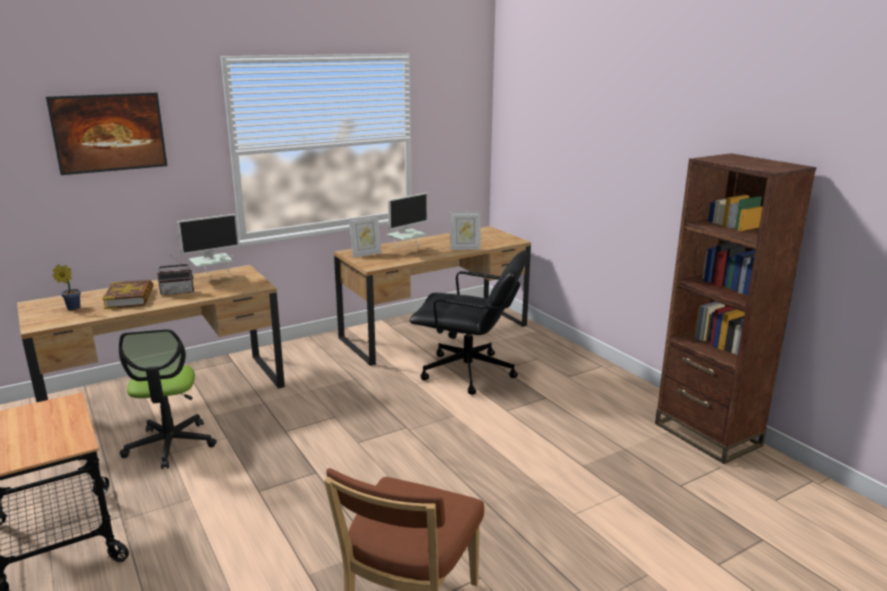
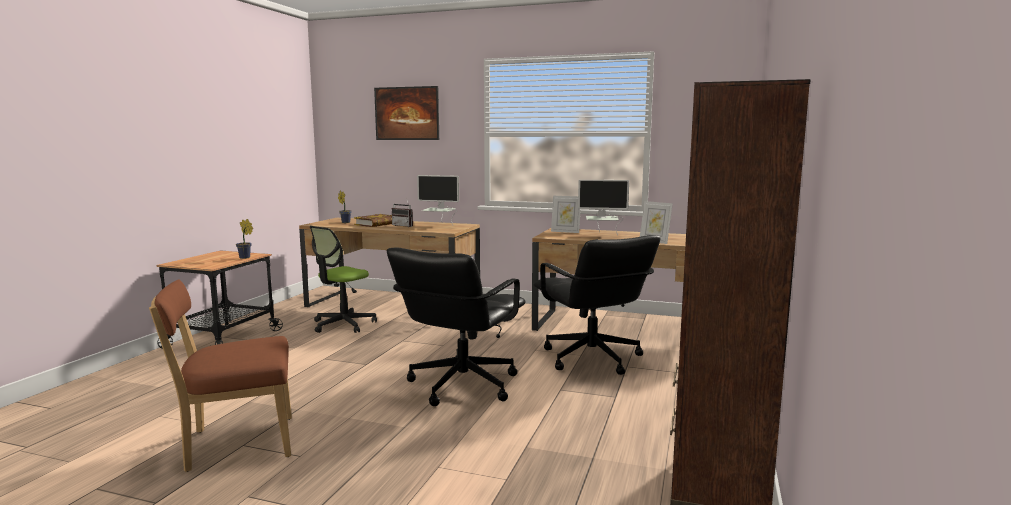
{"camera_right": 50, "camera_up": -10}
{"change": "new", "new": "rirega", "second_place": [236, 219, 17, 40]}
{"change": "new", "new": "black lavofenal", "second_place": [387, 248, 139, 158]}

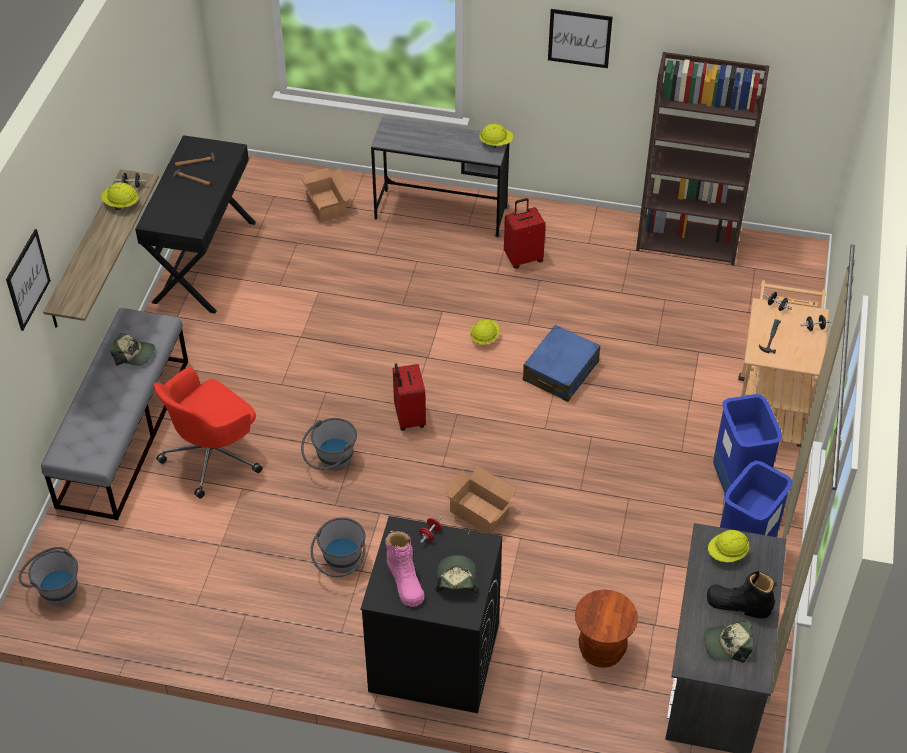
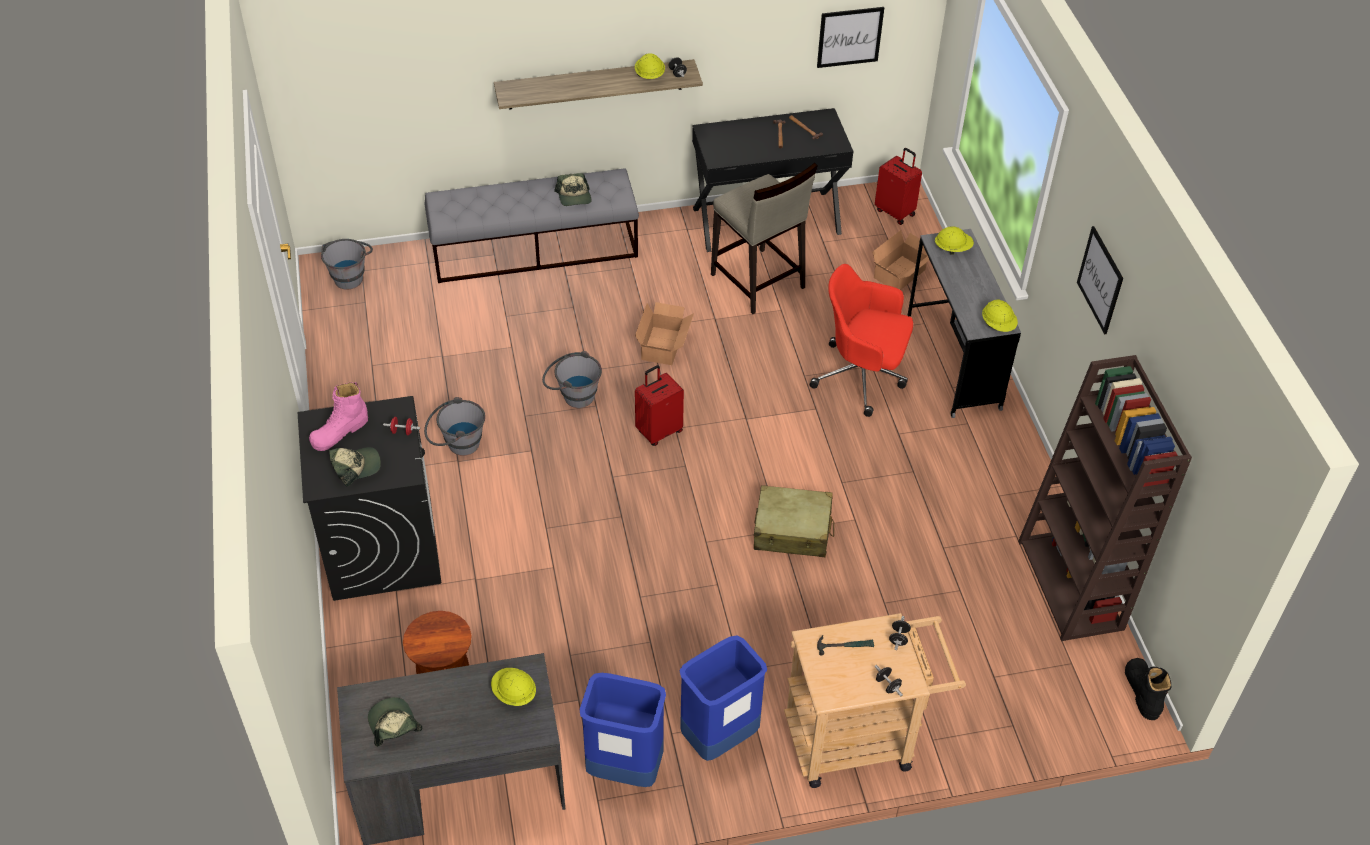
{"camera_right": 65, "camera_up": 0}
{"change": "new", "new": "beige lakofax", "second_place": [711, 163, 107, 151]}
{"change": "shifted", "old": "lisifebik", "first_place": [6, 229, 45, 102], "second_place": [817, 7, 67, 61]}
{"change": "shifted", "old": "red lavofenal", "first_place": [153, 367, 110, 132], "second_place": [810, 264, 103, 153]}
{"change": "shifted", "old": "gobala", "first_place": [444, 466, 72, 68], "second_place": [635, 302, 59, 63]}
{"change": "shifted", "old": "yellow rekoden", "first_place": [470, 319, 30, 25], "second_place": [935, 226, 39, 28]}
{"change": "shifted", "old": "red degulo", "first_place": [504, 198, 42, 71], "second_place": [875, 148, 47, 77]}
{"change": "shifted", "old": "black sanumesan", "first_place": [707, 571, 70, 47], "second_place": [1125, 658, 46, 62]}
{"change": "repainted", "old": "blue degulo", "new": "beige degulo", "first_place": [523, 325, 77, 77], "second_place": [754, 485, 80, 72]}

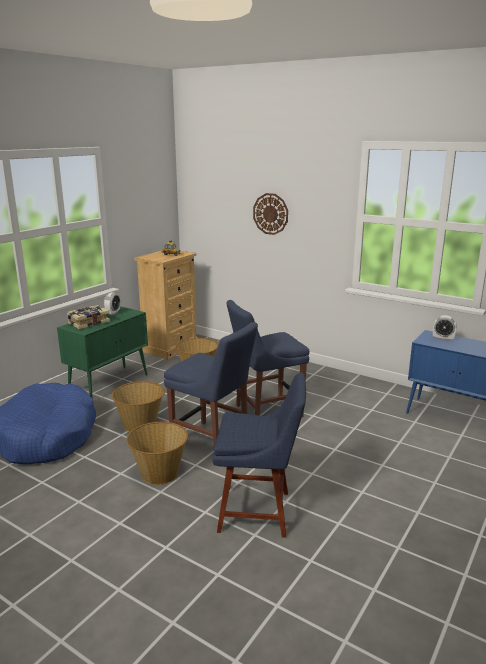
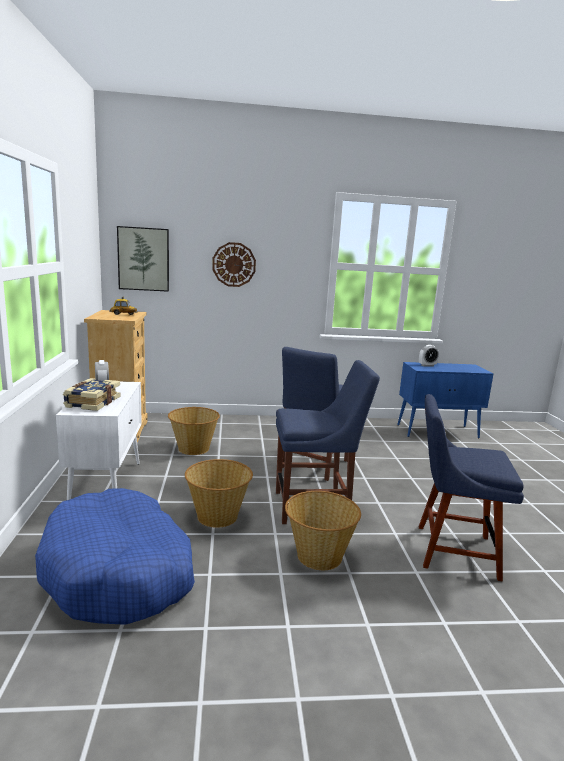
{"camera_right": -40, "camera_up": -5}
{"change": "new", "new": "lisifebik", "second_place": [117, 226, 52, 66]}
{"change": "repainted", "old": "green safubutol", "new": "white safubutol", "first_place": [57, 306, 91, 93], "second_place": [56, 381, 86, 119]}
{"change": "rotated", "old": "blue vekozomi", "first_place": [212, 373, 94, 165], "second_place": [419, 394, 105, 188], "degrees": -135}

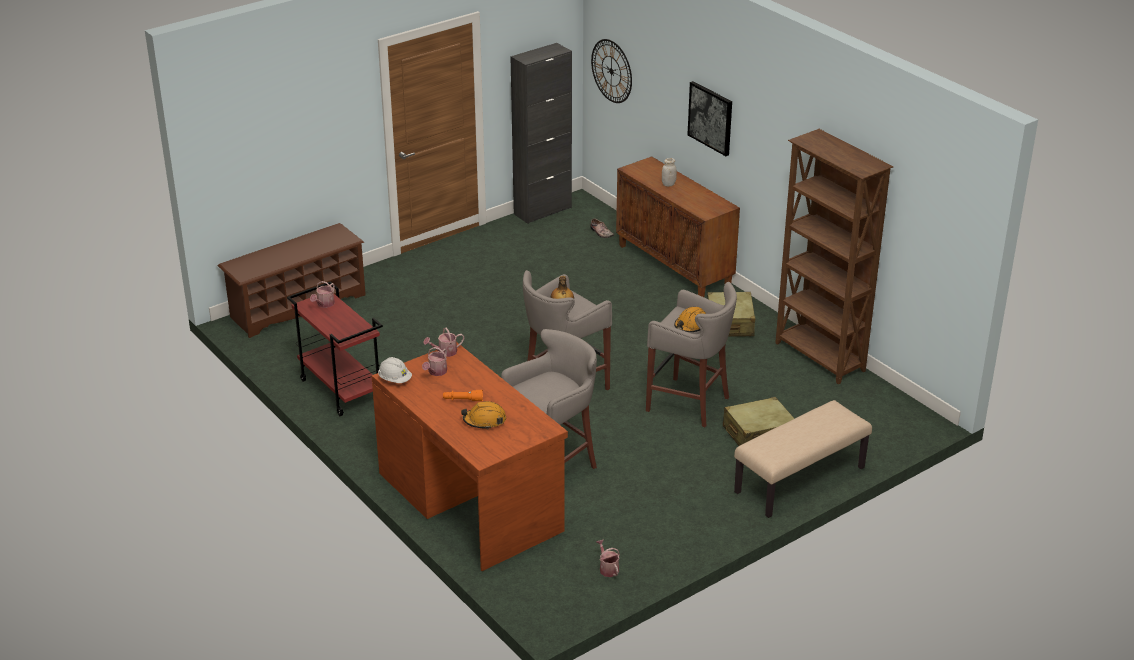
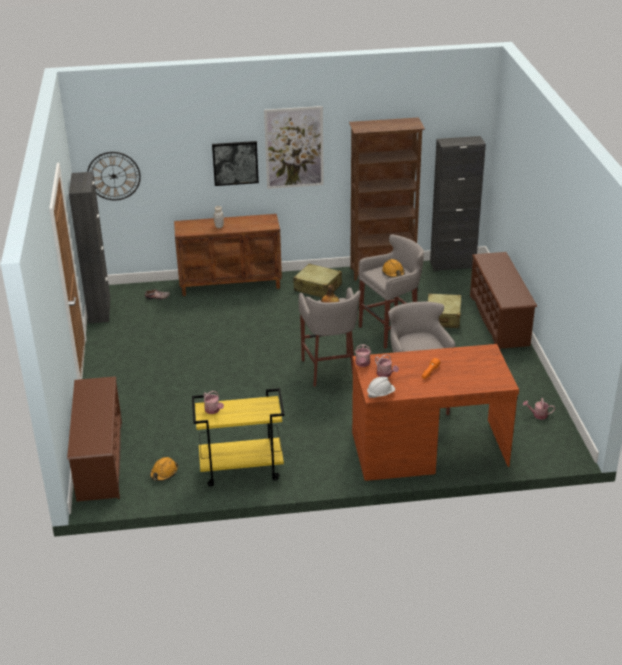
{"camera_right": -60, "camera_up": 0}
{"change": "new", "new": "lisifebik", "second_place": [264, 106, 60, 83]}
{"change": "new", "new": "black safubutol", "second_place": [430, 136, 56, 135]}
{"change": "shifted", "old": "orange rekoden", "first_place": [461, 401, 45, 29], "second_place": [150, 457, 28, 24]}
{"change": "swapped", "old": "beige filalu", "new": "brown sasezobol", "first_place": [734, 400, 138, 118], "second_place": [470, 252, 67, 97]}
{"change": "repainted", "old": "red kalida", "new": "yellow kalida", "first_place": [287, 281, 96, 135], "second_place": [192, 388, 93, 99]}

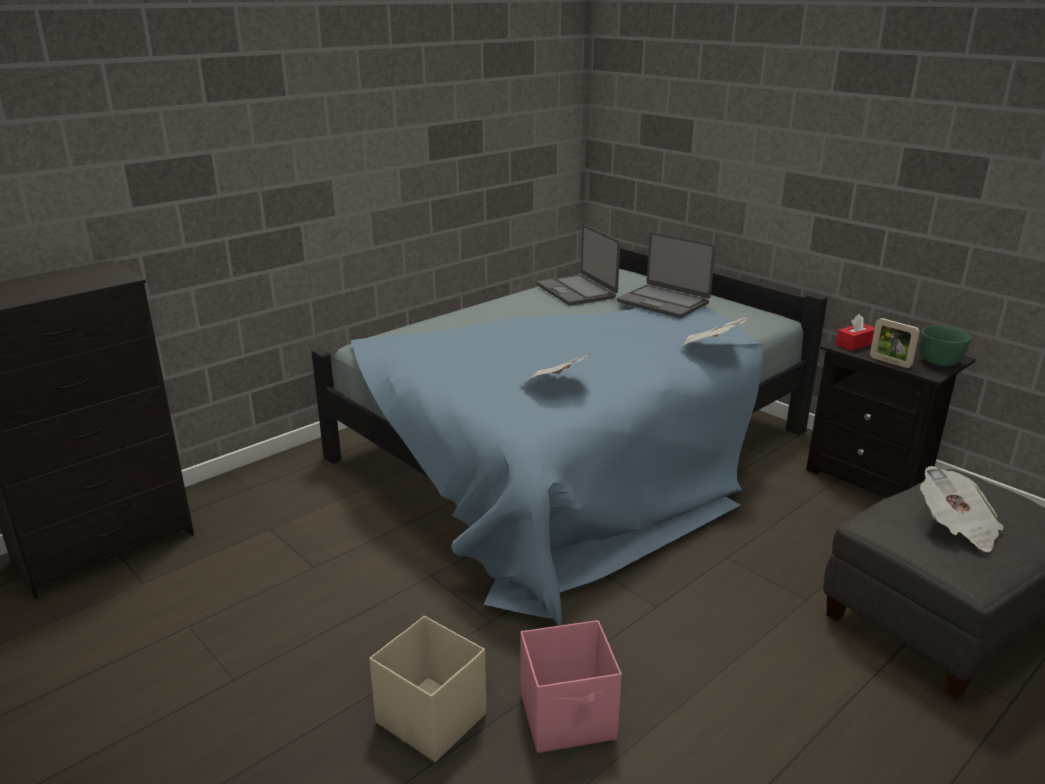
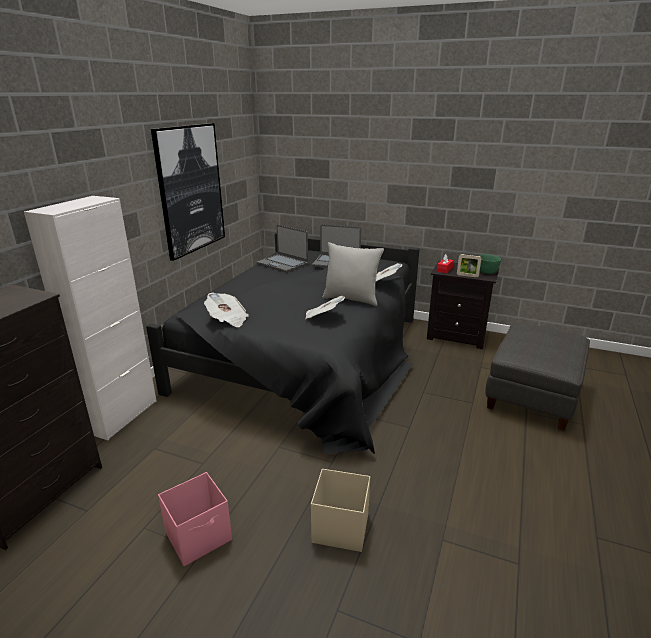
{"camera_right": -25, "camera_up": 0}
{"change": "new", "new": "white safubutol", "second_place": [24, 196, 133, 244]}
{"change": "new", "new": "lisifebik", "second_place": [151, 123, 74, 138]}
{"change": "new", "new": "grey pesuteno", "second_place": [322, 242, 62, 64]}
{"change": "shifted", "old": "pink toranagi", "first_place": [521, 620, 101, 133], "second_place": [158, 472, 74, 94]}
{"change": "shifted", "old": "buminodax", "first_place": [920, 466, 84, 87], "second_place": [204, 293, 45, 34]}
{"change": "repainted", "old": "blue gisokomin", "new": "black gisokomin", "first_place": [312, 247, 516, 379], "second_place": [146, 233, 273, 221]}

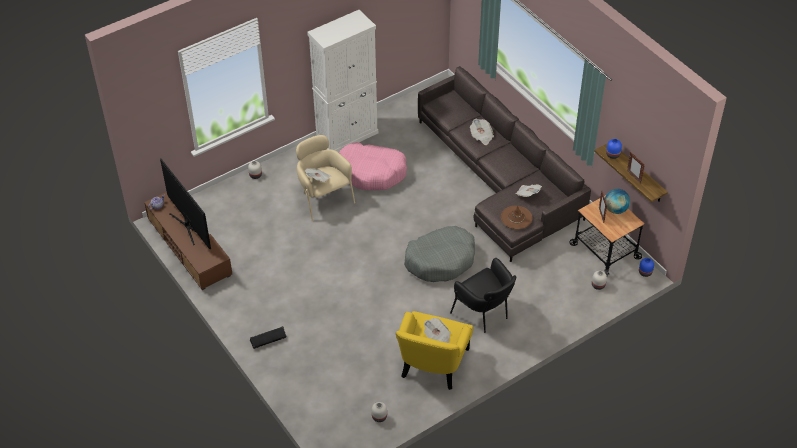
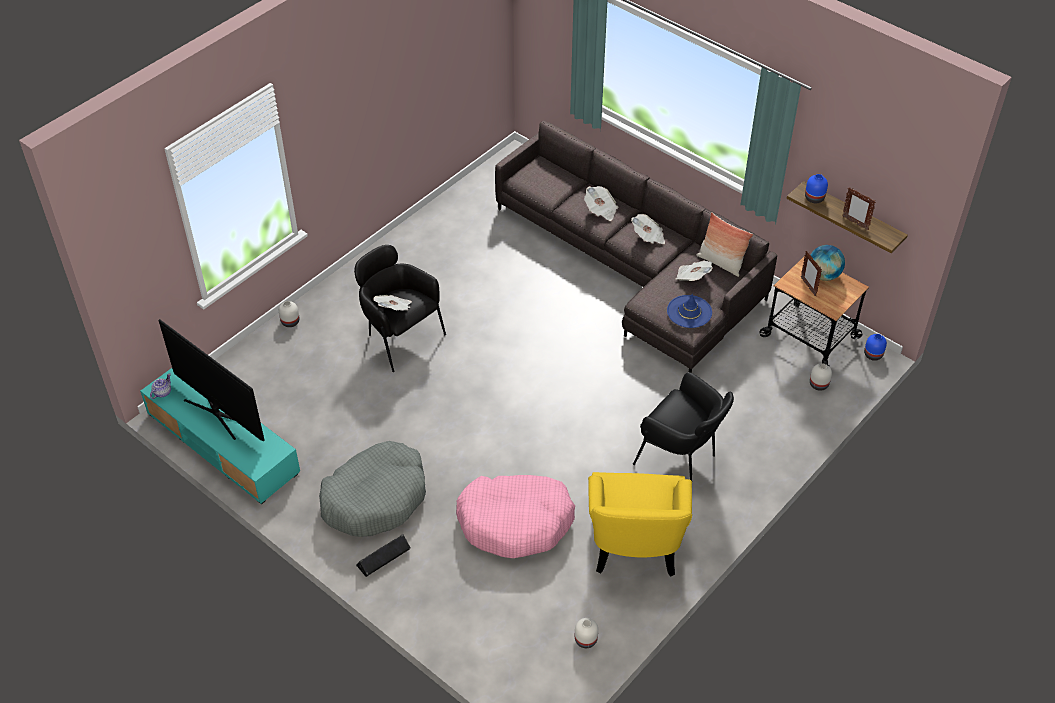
{"camera_right": -15, "camera_up": 0}
{"change": "gone", "old": "white safubutol", "first_place": [307, 10, 71, 142]}
{"change": "new", "new": "pesuteno", "second_place": [697, 212, 56, 65]}
{"change": "shifted", "old": "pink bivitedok", "first_place": [339, 142, 68, 48], "second_place": [456, 475, 119, 83]}
{"change": "shifted", "old": "grey bivitedok", "first_place": [404, 226, 71, 56], "second_place": [319, 441, 107, 96]}
{"change": "shifted", "old": "buminodax", "first_place": [424, 318, 27, 25], "second_place": [631, 214, 34, 30]}
{"change": "repainted", "old": "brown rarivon", "new": "turquoise rarivon", "first_place": [144, 192, 88, 98], "second_place": [140, 368, 160, 137]}
{"change": "repainted", "old": "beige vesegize", "new": "black vesegize", "first_place": [296, 135, 59, 87], "second_place": [354, 245, 92, 127]}
{"change": "repainted", "old": "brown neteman", "new": "blue neteman", "first_place": [501, 206, 32, 23], "second_place": [667, 294, 45, 34]}

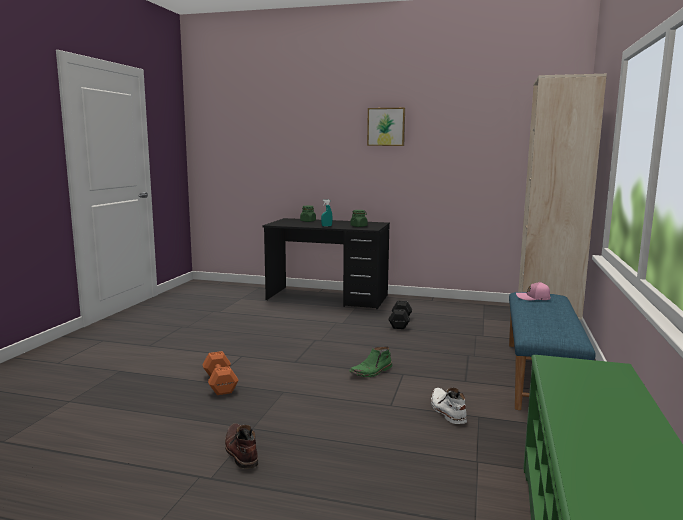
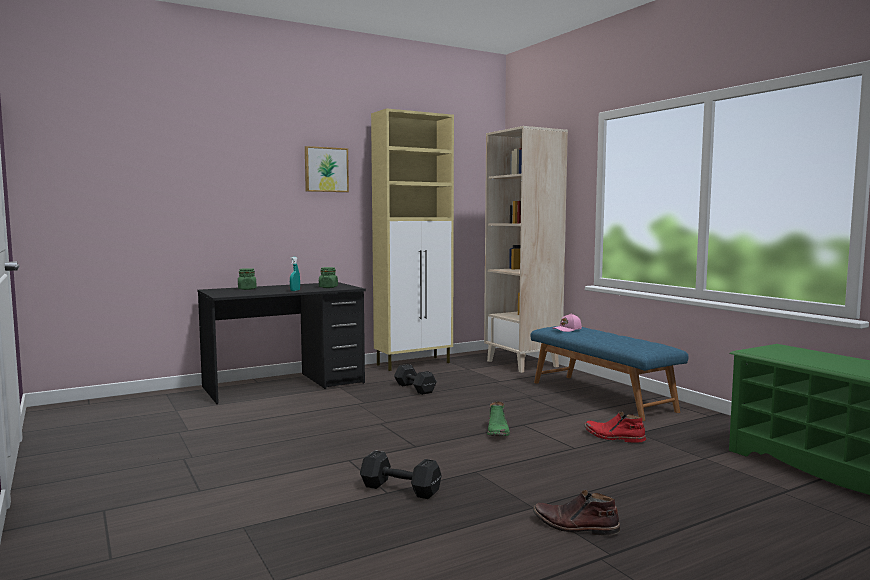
{"camera_right": -45, "camera_up": -5}
{"change": "new", "new": "beige safubutol", "second_place": [371, 108, 83, 263]}
{"change": "repainted", "old": "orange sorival", "new": "black sorival", "first_place": [203, 351, 36, 44], "second_place": [360, 450, 82, 49]}
{"change": "repainted", "old": "white sanumesan", "new": "red sanumesan", "first_place": [431, 388, 36, 36], "second_place": [584, 412, 62, 31]}

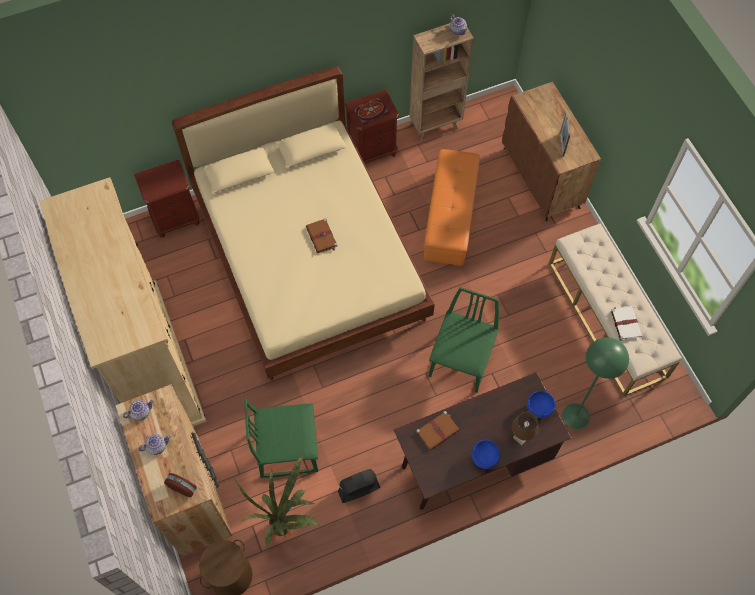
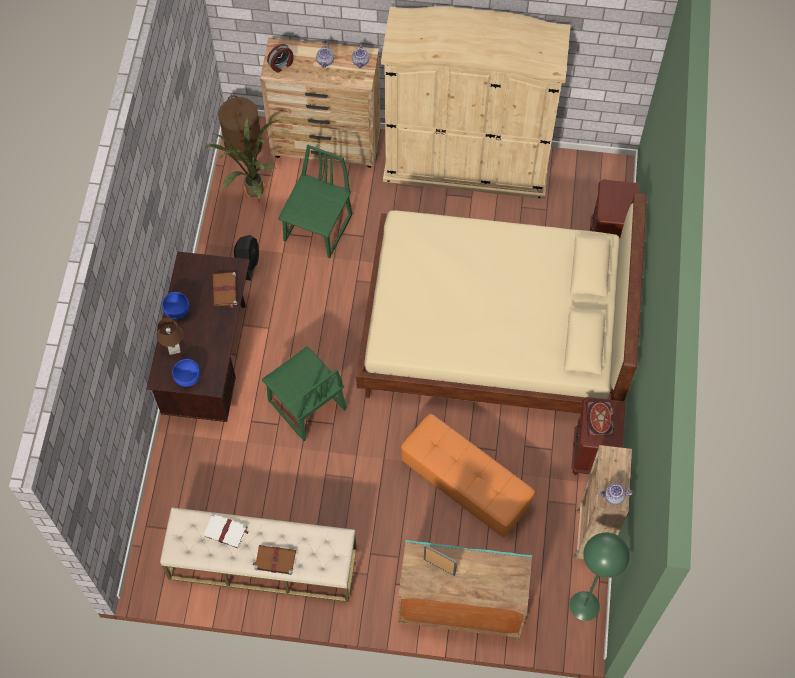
{"camera_right": 120, "camera_up": 0}
{"change": "shifted", "old": "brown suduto", "first_place": [306, 218, 32, 35], "second_place": [252, 545, 44, 30]}
{"change": "shifted", "old": "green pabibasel", "first_place": [562, 337, 67, 92], "second_place": [570, 532, 59, 89]}
{"change": "repainted", "old": "brown safubutol", "new": "turquoise safubutol", "first_place": [502, 82, 99, 139], "second_place": [398, 540, 134, 98]}

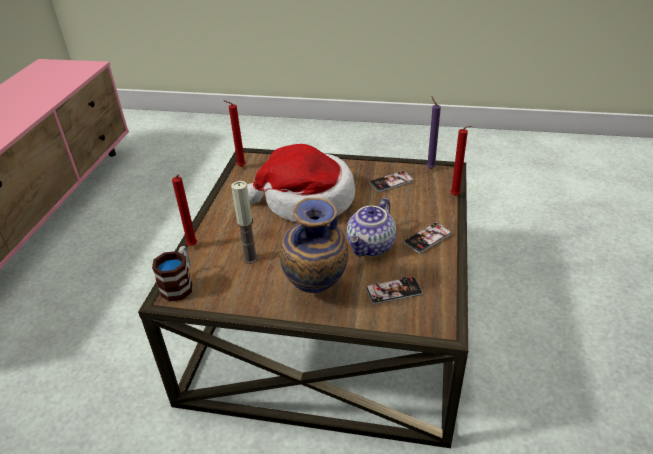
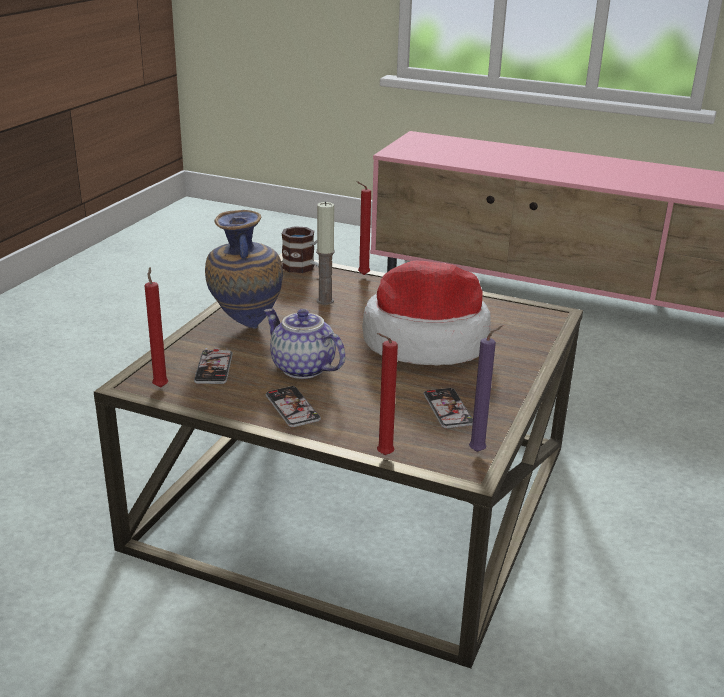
{"camera_right": 100, "camera_up": -10}
{"change": "shifted", "old": "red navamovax", "first_place": [224, 100, 22, 67], "second_place": [144, 267, 24, 120]}

